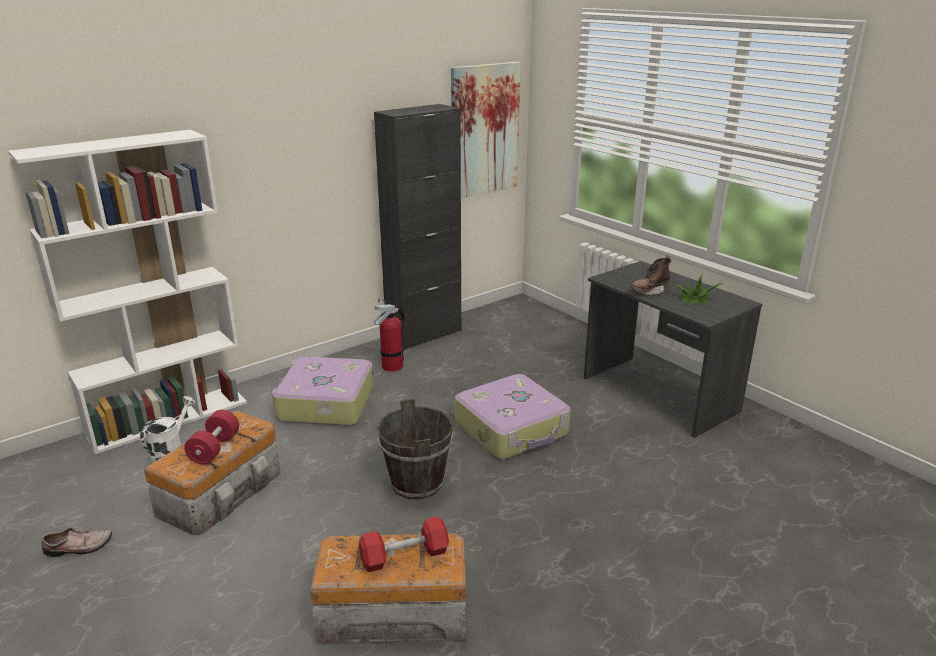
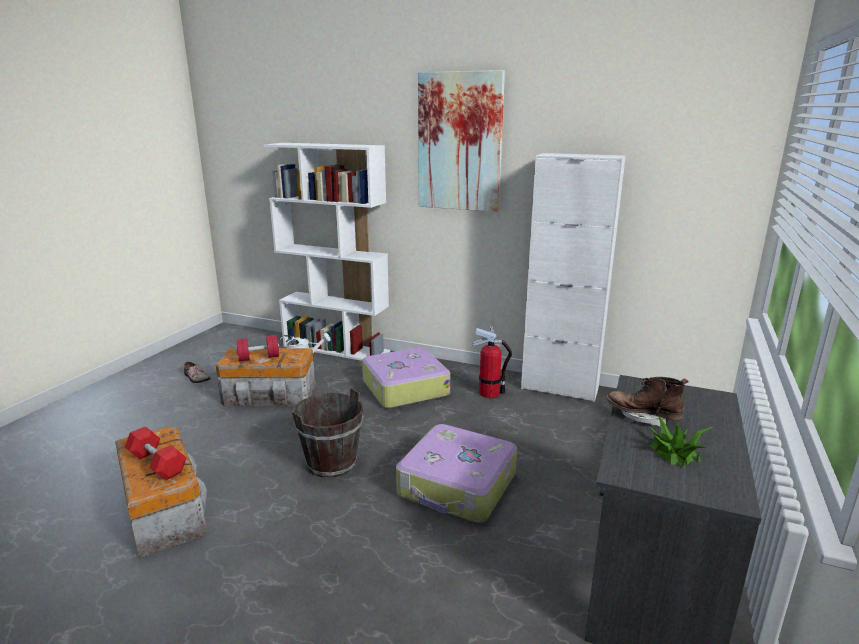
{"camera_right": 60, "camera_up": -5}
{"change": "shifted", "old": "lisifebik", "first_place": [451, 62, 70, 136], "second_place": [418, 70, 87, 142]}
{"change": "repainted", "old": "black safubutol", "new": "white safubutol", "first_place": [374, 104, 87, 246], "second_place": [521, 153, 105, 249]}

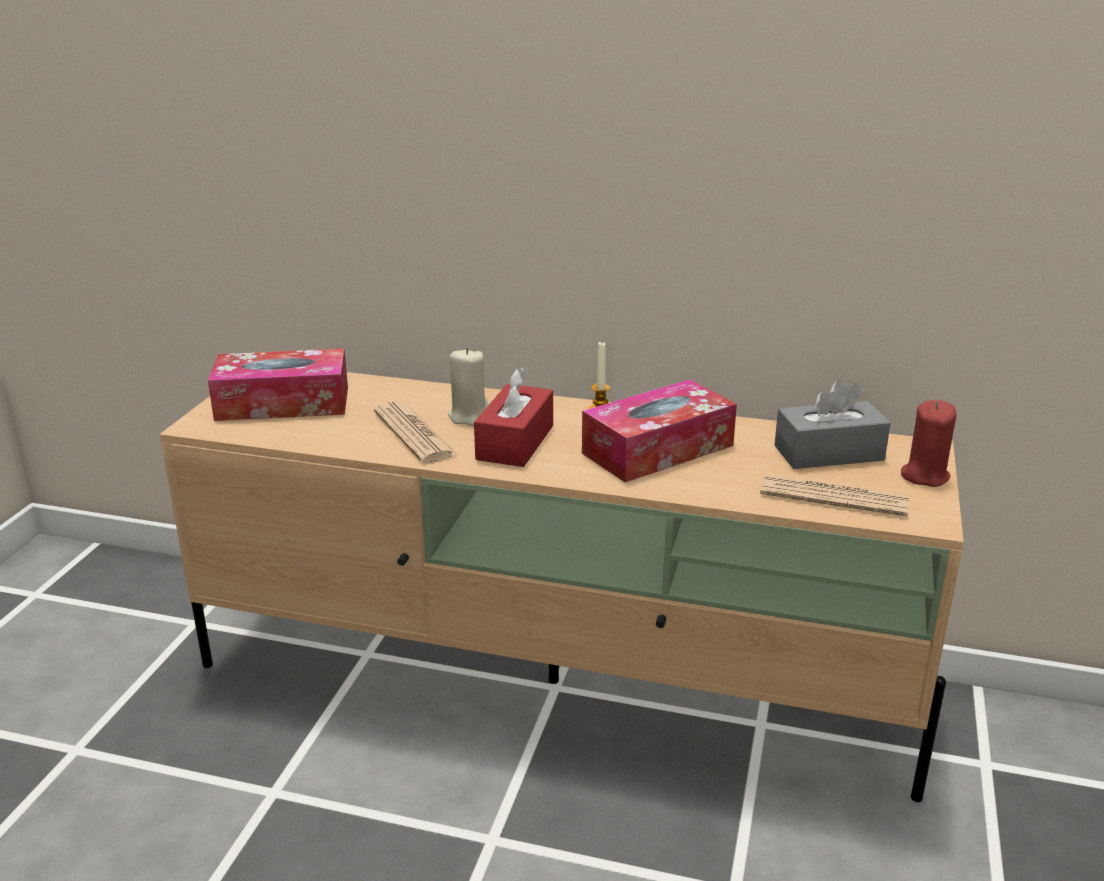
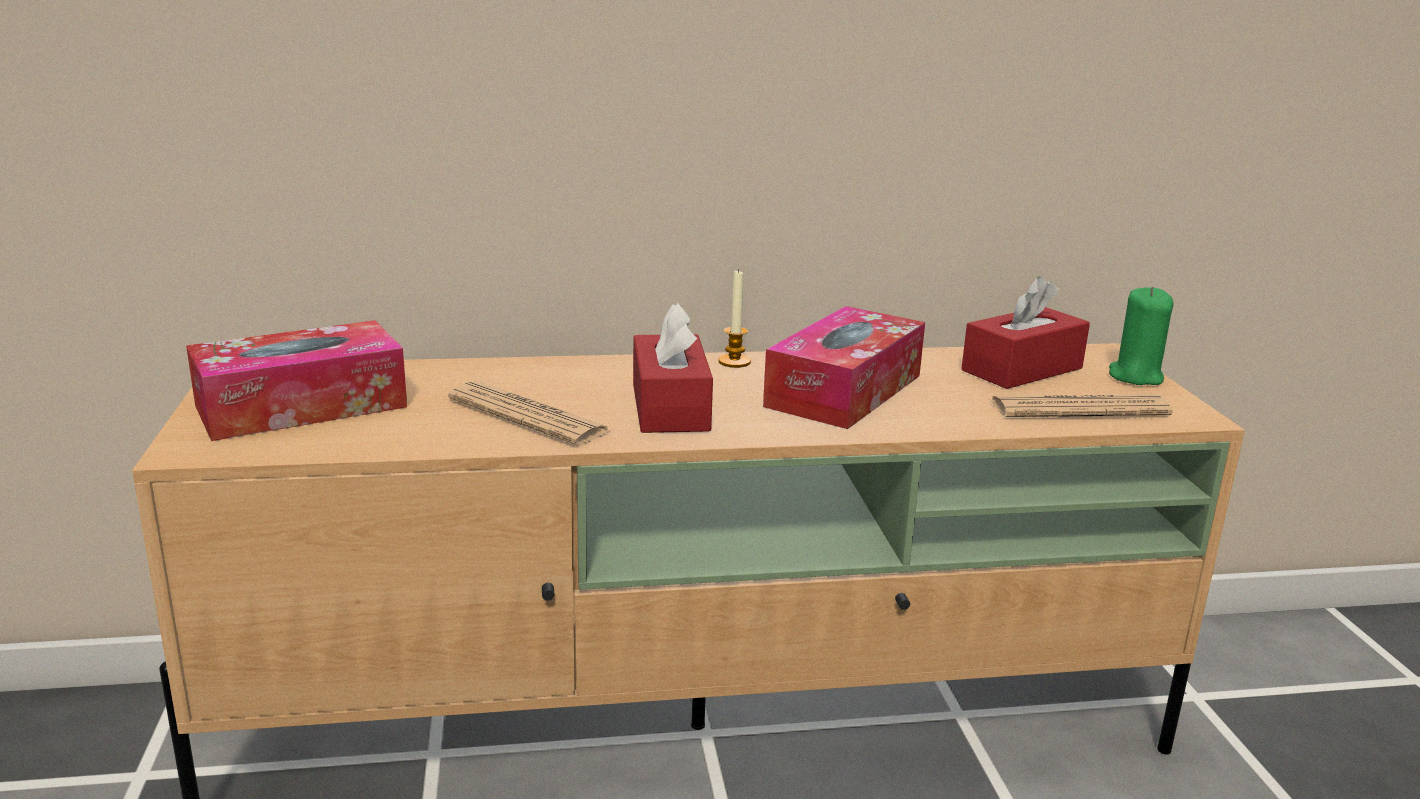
{"camera_right": -25, "camera_up": -5}
{"change": "gone", "old": "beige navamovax", "first_place": [448, 348, 41, 78]}
{"change": "repainted", "old": "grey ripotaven", "new": "red ripotaven", "first_place": [774, 378, 117, 91], "second_place": [961, 276, 129, 113]}
{"change": "repainted", "old": "red navamovax", "new": "green navamovax", "first_place": [901, 400, 55, 87], "second_place": [1109, 287, 64, 98]}

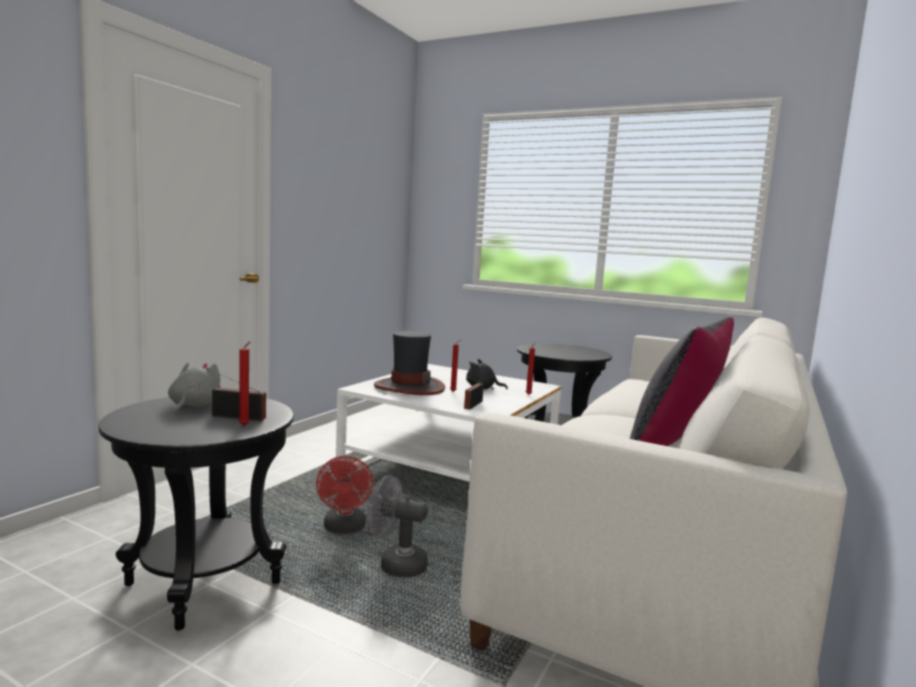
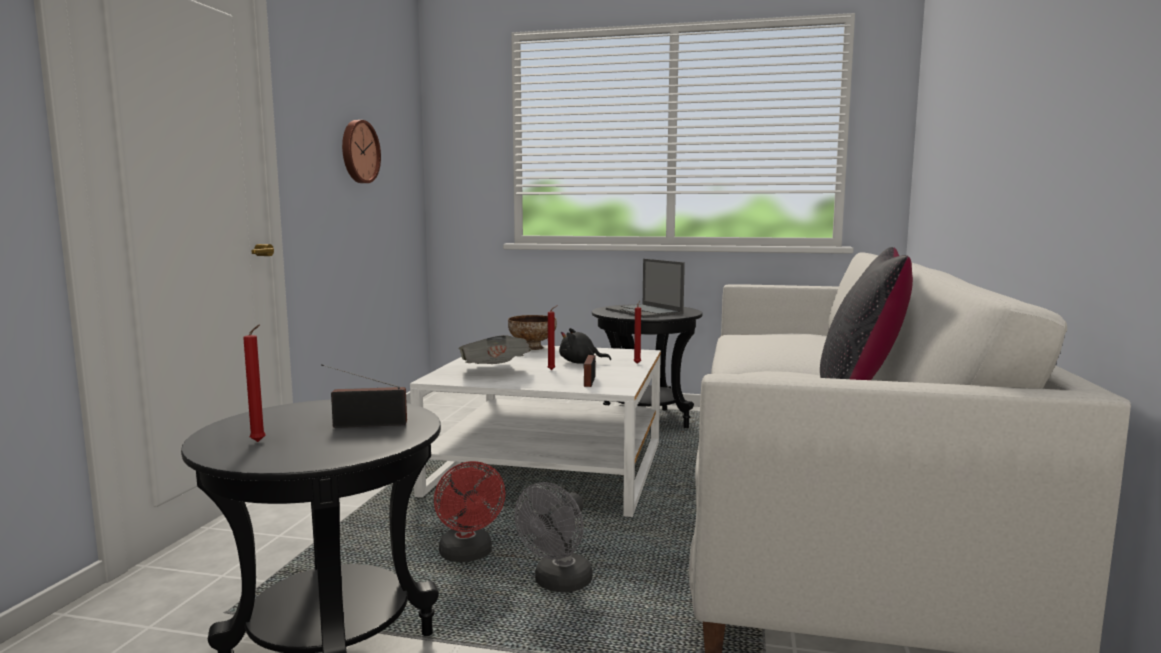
{"camera_right": -15, "camera_up": 0}
{"change": "gone", "old": "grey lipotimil", "first_place": [168, 362, 53, 52]}
{"change": "new", "new": "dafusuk", "second_place": [342, 120, 39, 63]}
{"change": "new", "new": "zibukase", "second_place": [508, 315, 49, 35]}
{"change": "new", "new": "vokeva", "second_place": [606, 259, 79, 59]}
{"change": "shifted", "old": "red navamovax", "first_place": [239, 342, 11, 84], "second_place": [243, 325, 23, 117]}
{"change": "swapped", "old": "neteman", "new": "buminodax", "first_place": [374, 331, 71, 64], "second_place": [459, 335, 72, 29]}
{"change": "rotated", "old": "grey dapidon", "first_place": [367, 475, 61, 103], "second_place": [514, 482, 79, 111], "degrees": -60}

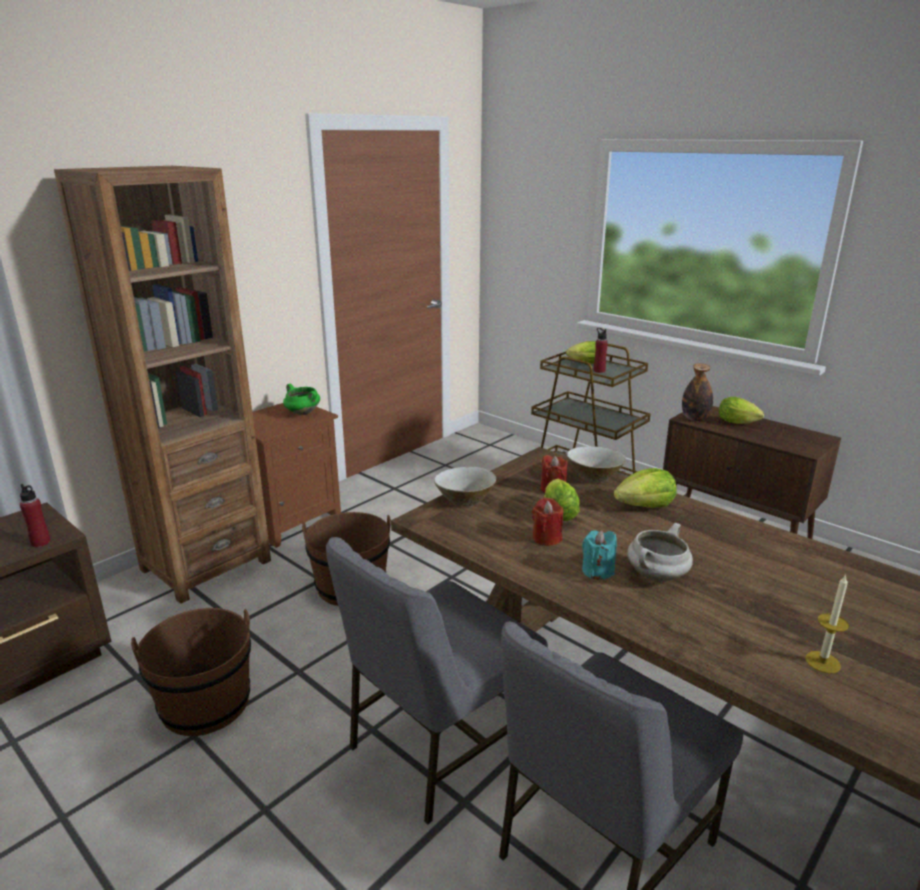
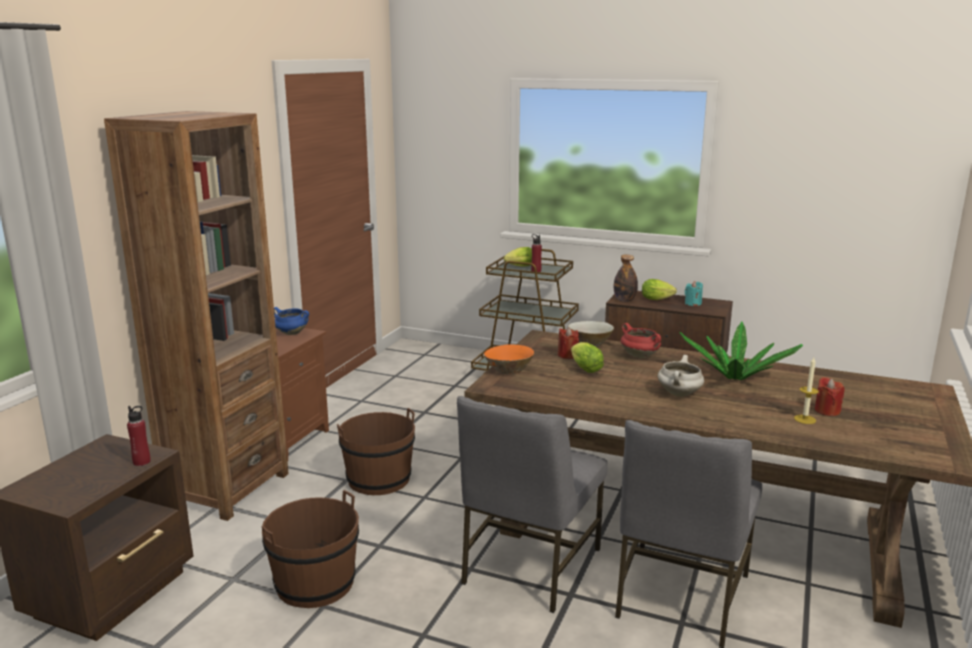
{"camera_right": -20, "camera_up": -5}
{"change": "new", "new": "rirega", "second_place": [679, 322, 124, 58]}
{"change": "shifted", "old": "red navamovax", "first_place": [532, 498, 31, 48], "second_place": [815, 377, 29, 39]}
{"change": "shifted", "old": "turquoise navamovax", "first_place": [582, 530, 35, 50], "second_place": [685, 281, 18, 25]}
{"change": "swapped", "old": "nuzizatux", "new": "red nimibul", "first_place": [614, 468, 63, 40], "second_place": [621, 323, 40, 35]}
{"change": "repainted", "old": "green nimibul", "new": "blue nimibul", "first_place": [283, 384, 37, 31], "second_place": [274, 307, 35, 28]}
{"change": "repainted", "old": "beige zibukase", "new": "orange zibukase", "first_place": [434, 466, 62, 40], "second_place": [484, 344, 50, 31]}

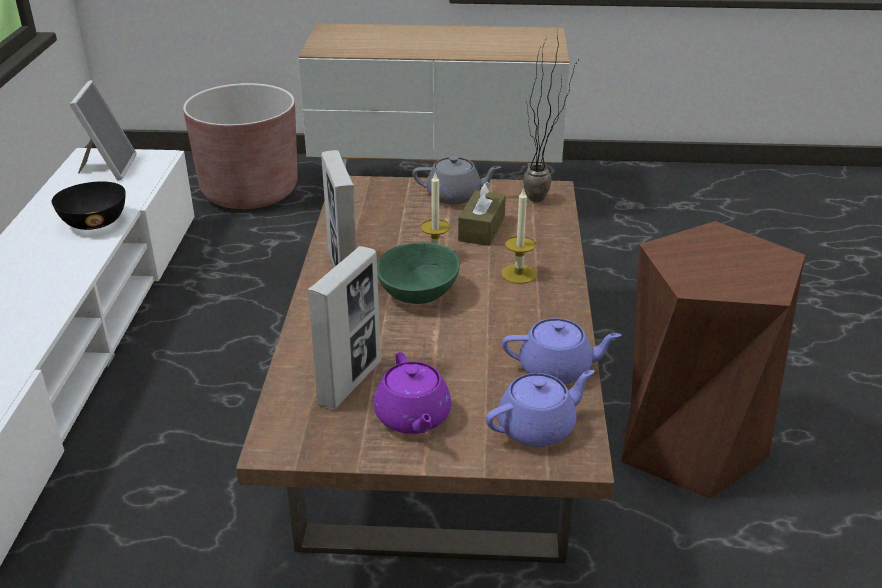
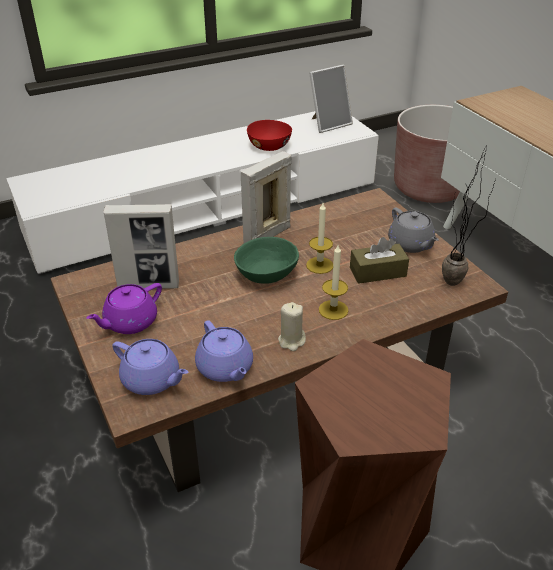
{"camera_right": 60, "camera_up": 5}
{"change": "new", "new": "beige navamovax", "second_place": [278, 302, 28, 49]}
{"change": "repainted", "old": "black zibukase", "new": "red zibukase", "first_place": [52, 181, 74, 49], "second_place": [247, 120, 45, 31]}

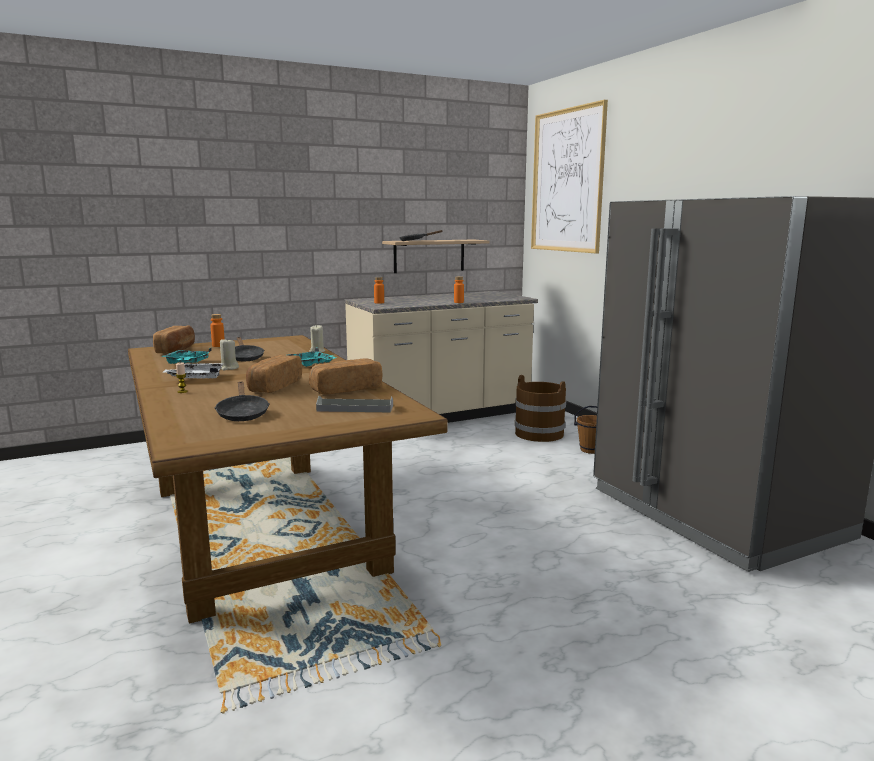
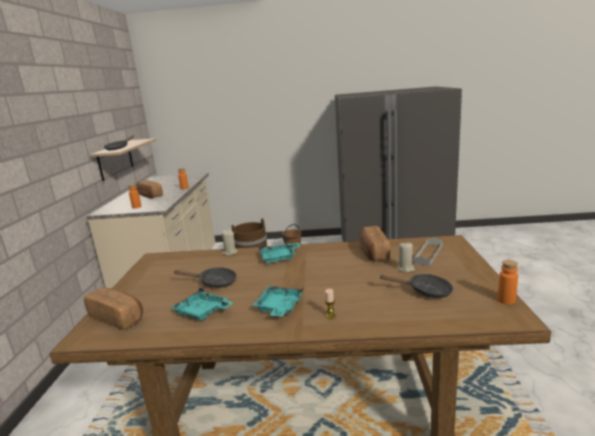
{"camera_right": -60, "camera_up": 5}
{"change": "gone", "old": "lisifebik", "first_place": [531, 100, 77, 153]}
{"change": "shifted", "old": "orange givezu", "first_place": [210, 314, 15, 33], "second_place": [498, 260, 20, 45]}
{"change": "shifted", "old": "beige navamovax", "first_place": [220, 340, 19, 30], "second_place": [398, 242, 17, 30]}
{"change": "shifted", "old": "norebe", "first_place": [246, 355, 56, 38], "second_place": [136, 180, 27, 18]}
{"change": "repainted", "old": "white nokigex", "new": "turquoise nokigex", "first_place": [163, 363, 61, 16], "second_place": [252, 286, 51, 30]}

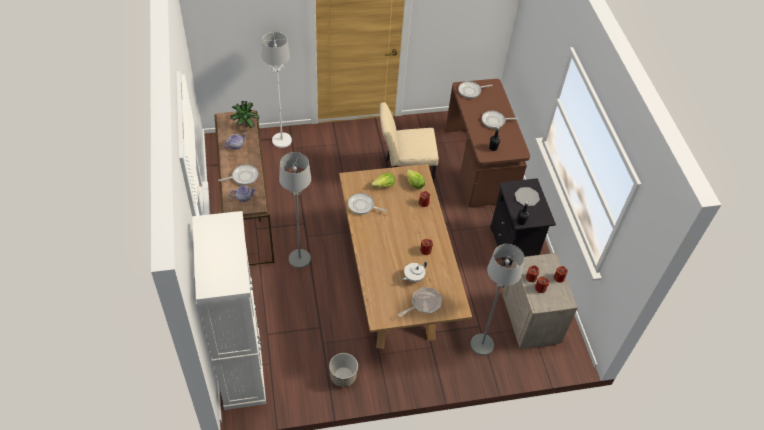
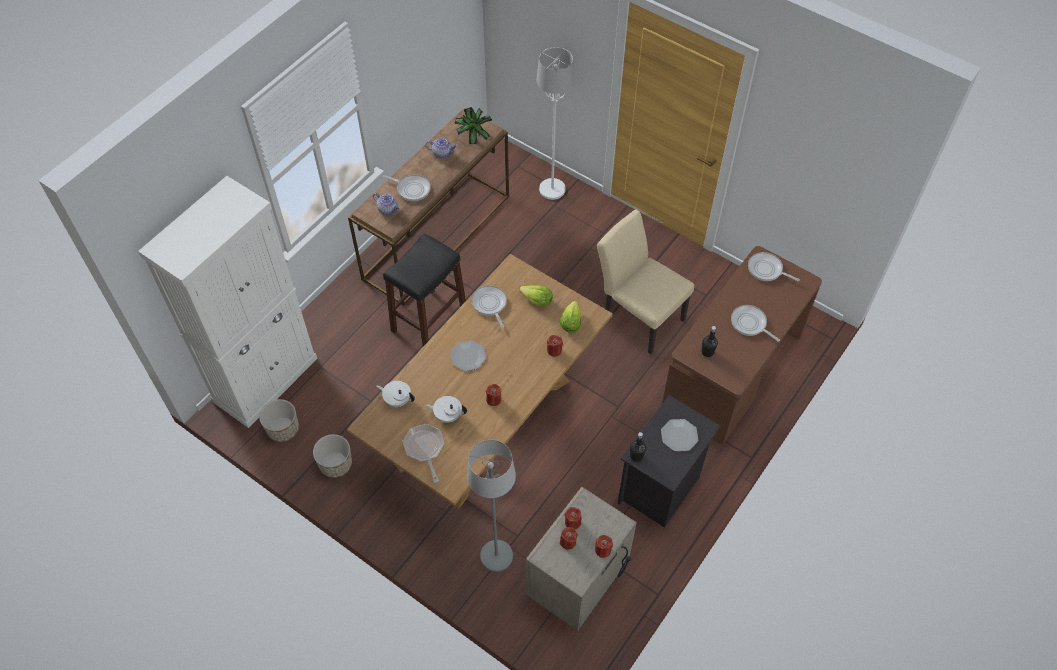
{"camera_right": 50, "camera_up": 5}
{"change": "new", "new": "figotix", "second_place": [259, 399, 40, 43]}
{"change": "new", "new": "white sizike", "second_place": [376, 381, 39, 26]}
{"change": "new", "new": "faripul", "second_place": [450, 340, 37, 31]}
{"change": "swapped", "old": "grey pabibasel", "new": "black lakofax", "first_place": [279, 152, 32, 116], "second_place": [383, 233, 83, 114]}
{"change": "rotated", "old": "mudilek", "first_place": [398, 287, 44, 30], "second_place": [403, 424, 41, 59], "degrees": -120}

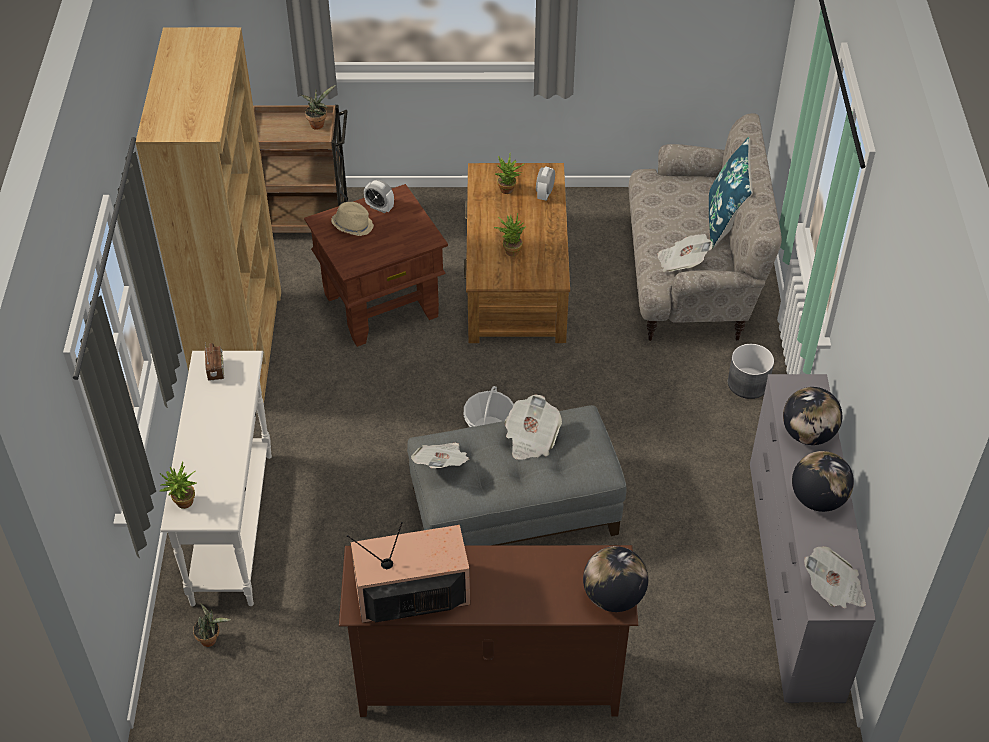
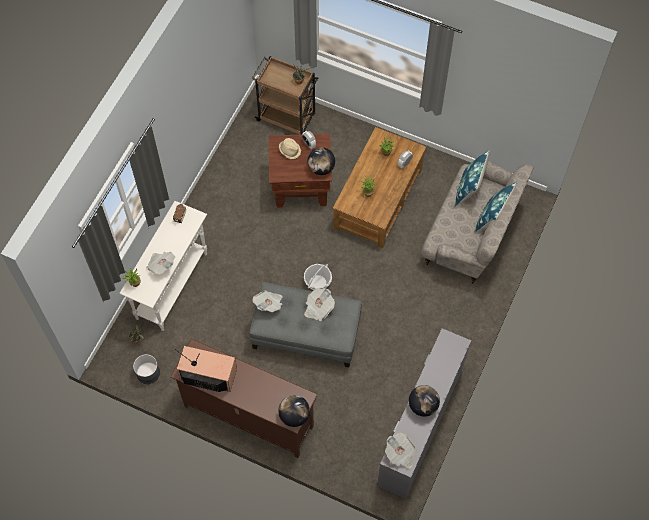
{"camera_right": 25, "camera_up": 15}
{"change": "gone", "old": "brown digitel", "first_place": [135, 27, 146, 375]}
{"change": "new", "new": "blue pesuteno", "second_place": [455, 150, 35, 57]}
{"change": "shifted", "old": "buminodax", "first_place": [657, 234, 56, 38], "second_place": [146, 252, 29, 23]}
{"change": "shifted", "old": "grey figotix", "first_place": [728, 344, 46, 55], "second_place": [133, 354, 27, 30]}
{"change": "shifted", "old": "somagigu", "first_place": [783, 387, 59, 58], "second_place": [308, 147, 27, 28]}

